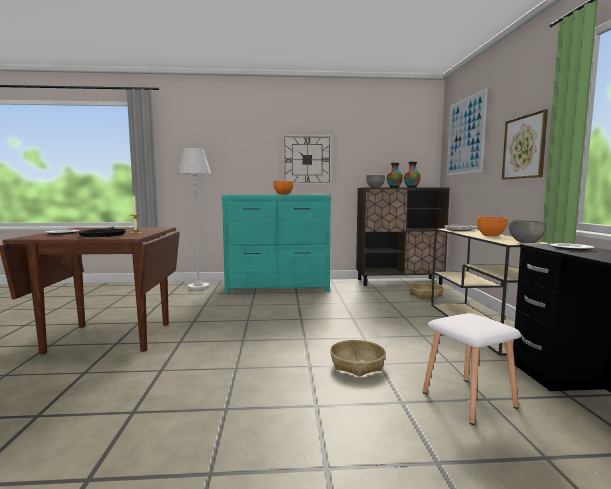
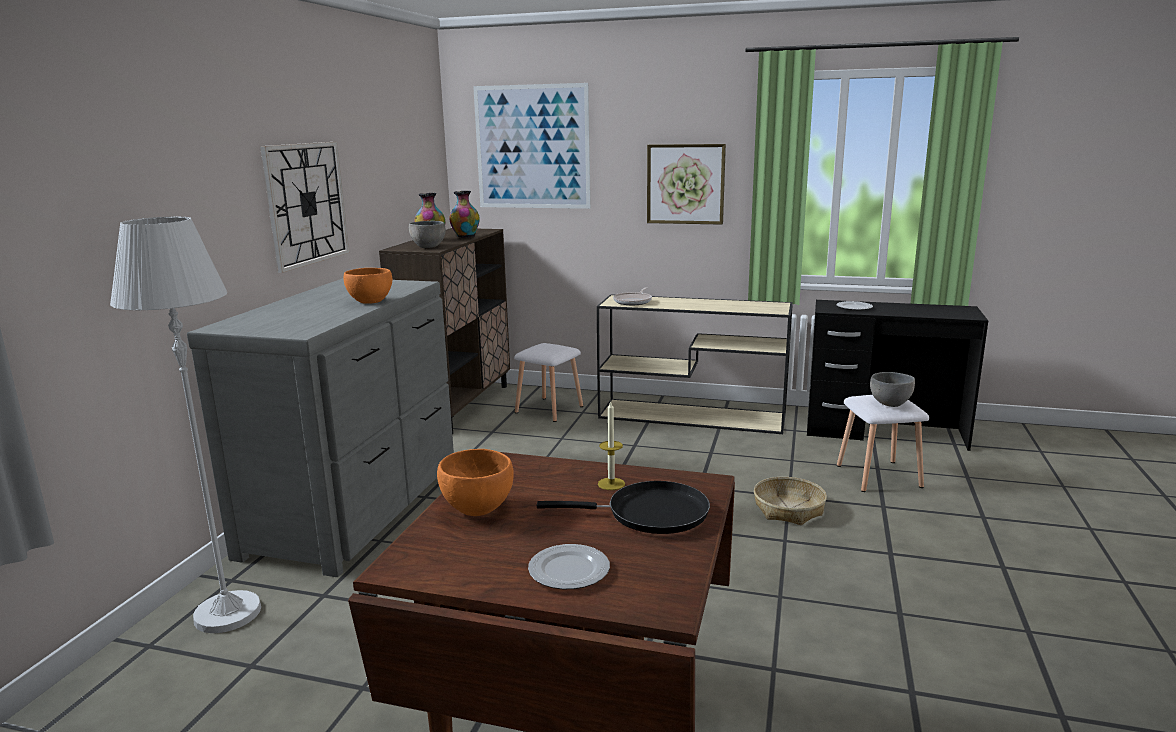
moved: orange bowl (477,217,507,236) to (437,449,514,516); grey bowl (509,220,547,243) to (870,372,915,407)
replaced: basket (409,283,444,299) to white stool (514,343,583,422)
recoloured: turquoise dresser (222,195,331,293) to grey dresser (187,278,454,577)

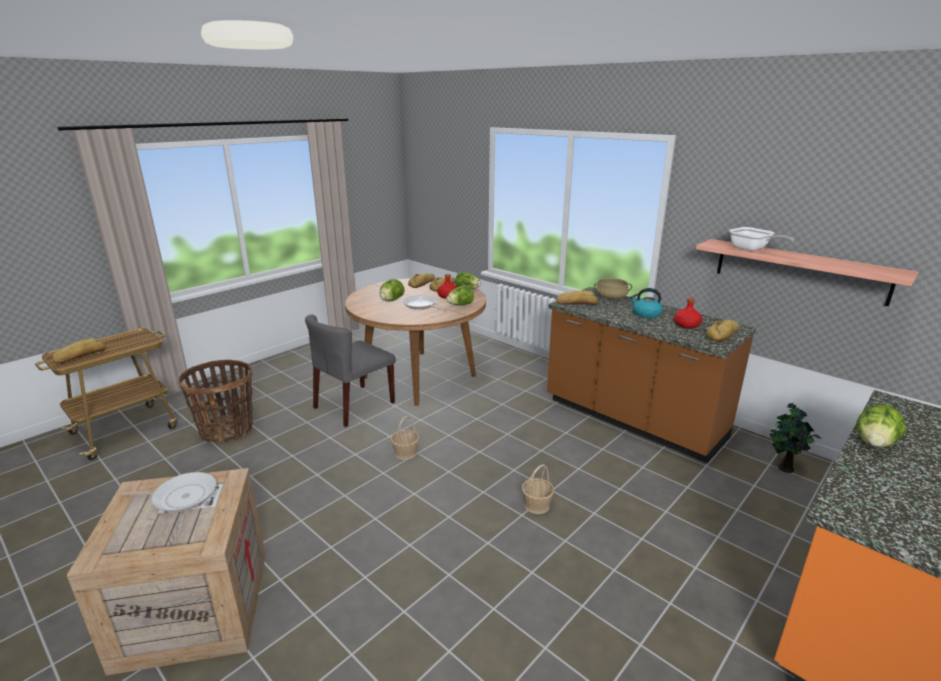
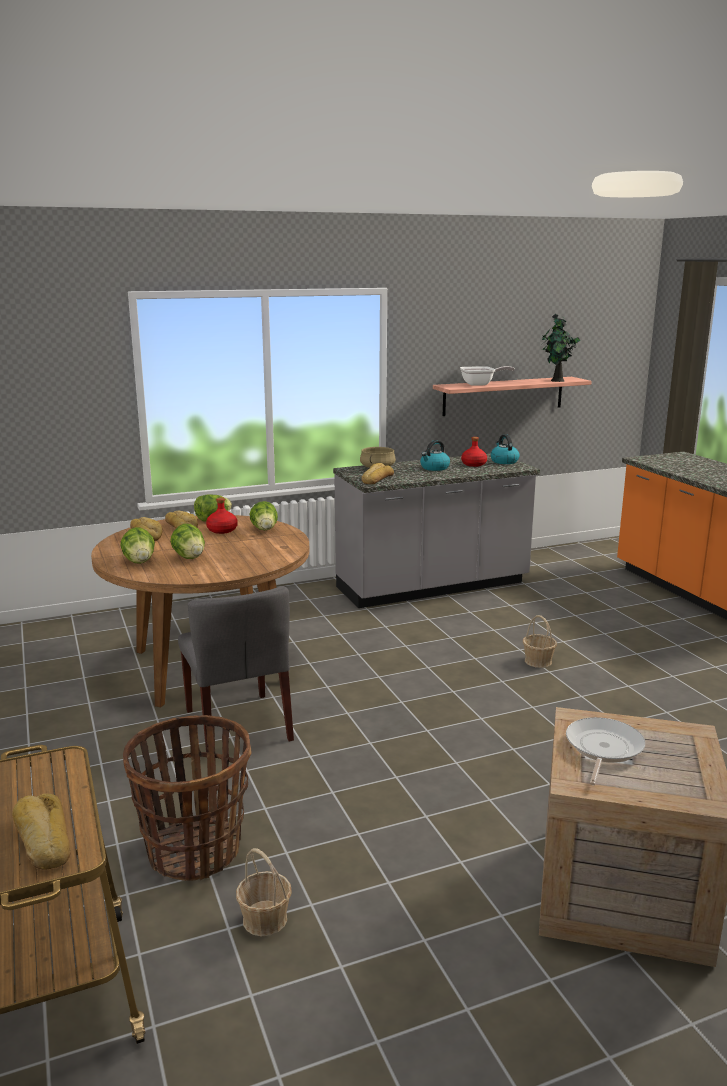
removed: frying pan (403,295,447,311)
moved: basket (391,416,419,460) to (236,848,292,937); potted plant (769,403,822,473) to (541,314,581,382); lettuce (856,404,906,448) to (120,527,155,564)
replaced: bread (706,320,739,342) to kettle (490,434,520,464)
recoloured: brown counter (547,287,756,463) to grey counter (333,453,540,608)

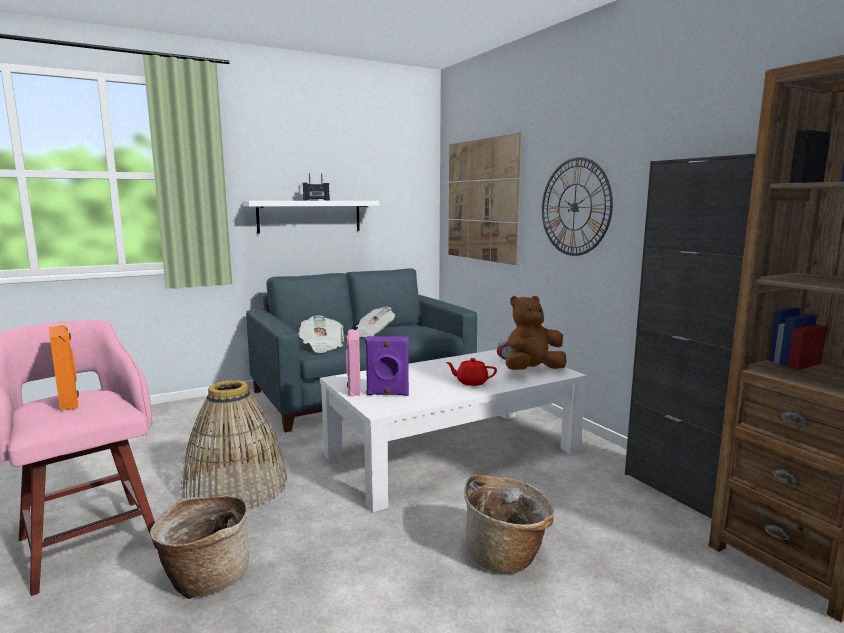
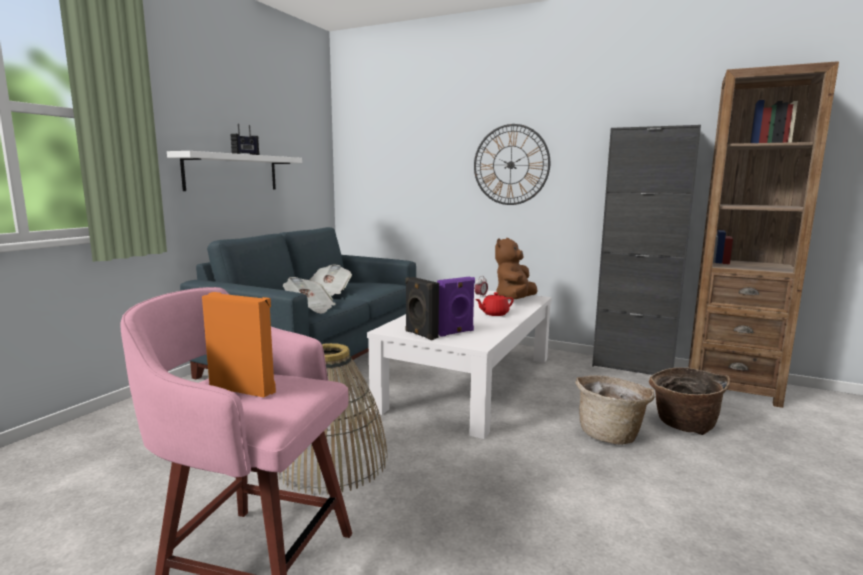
removed: picture (448,133,521,265)
moved: basket (150,496,249,599) to (649,367,730,435)
recoloured: pink speaker (346,329,360,397) to black speaker (405,277,439,340)

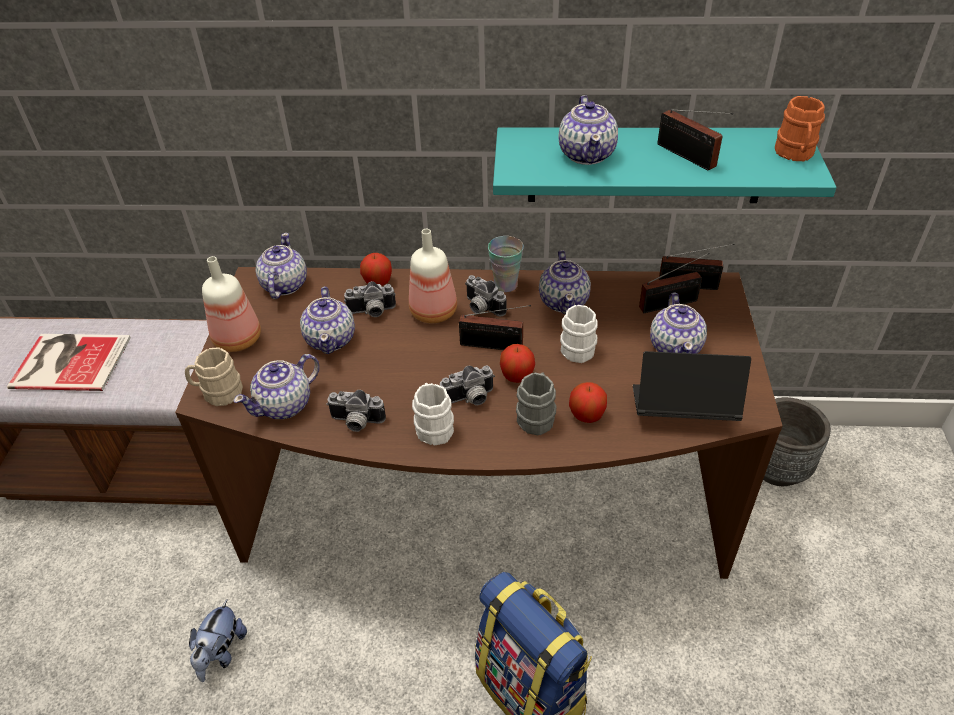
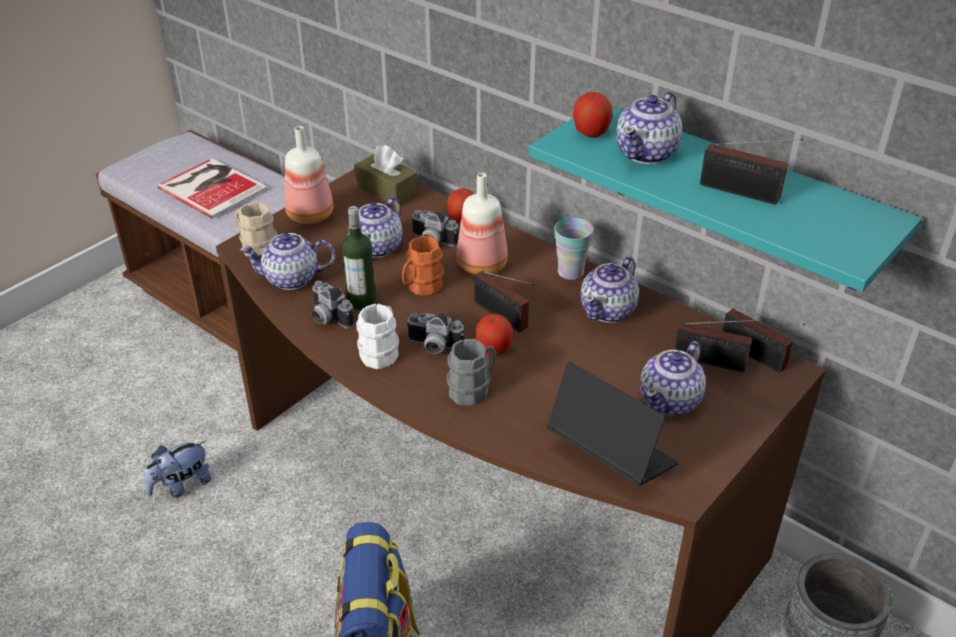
removed: photo camera (465,275,506,316); white mug (560,305,598,363)
added: bottle (341,206,376,311)
moved: apple (569,382,607,423) to (573,92,613,137); orange mug (775,96,825,161) to (402,236,444,296)
replaced: teapot (256,233,307,299) to brown tissue box (354,145,418,206)
turned: radio (657,110,733,171) = (700,139,804,205) 60 degrees counterclockwise

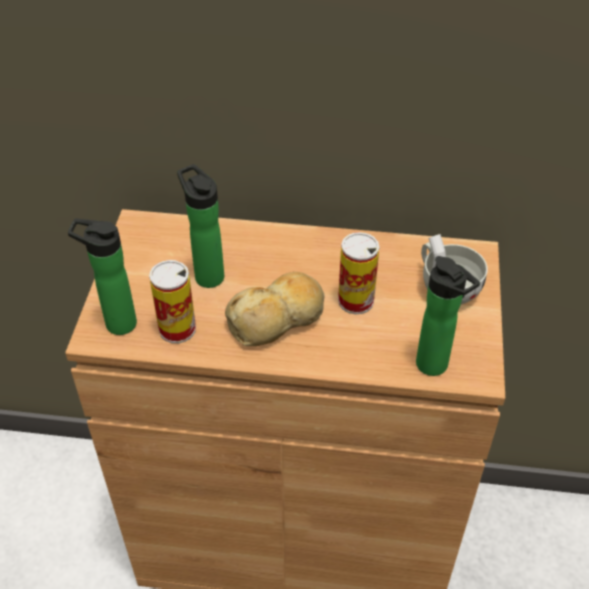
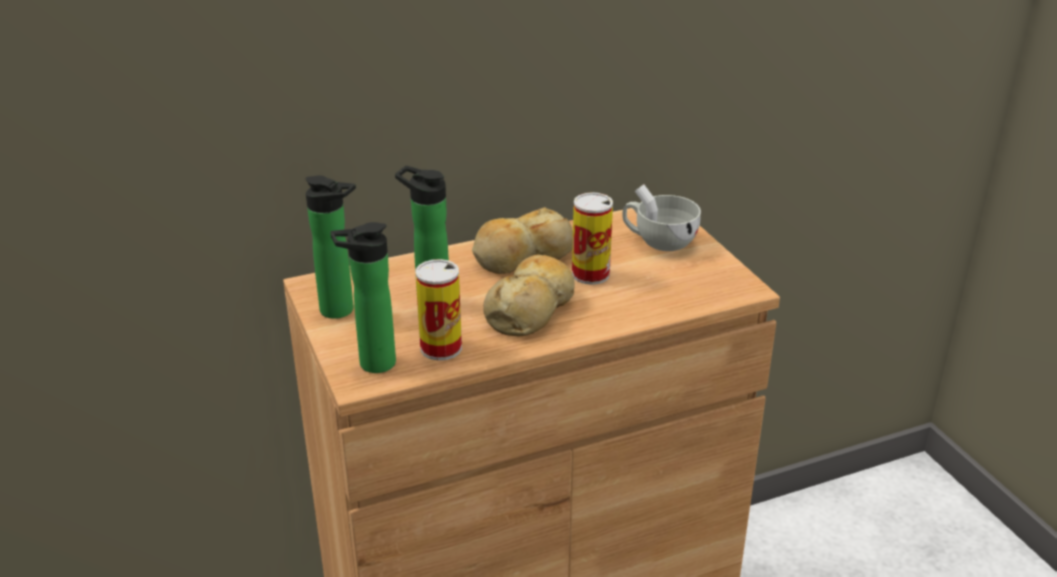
added: bread (472,207,573,274)
moved: bottle (416,256,480,376) to (306,176,356,319)

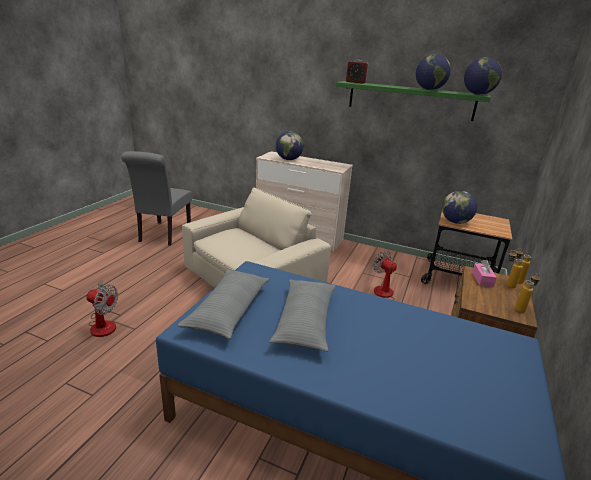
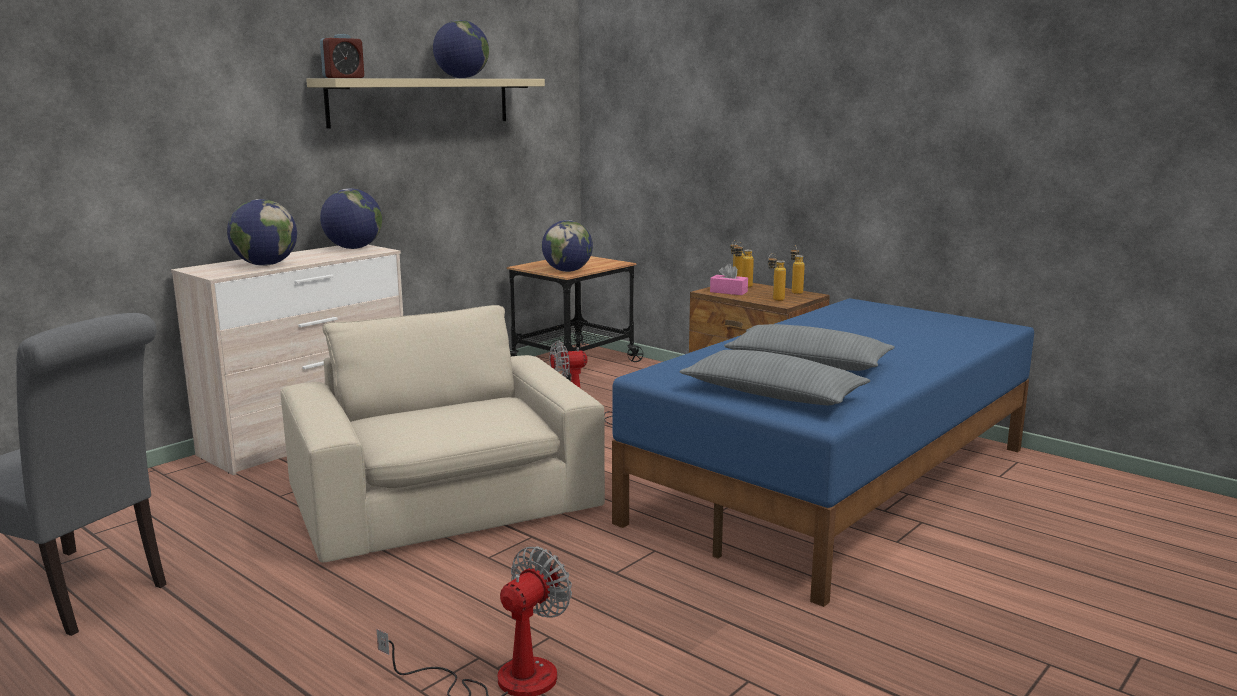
added: bottle (768,254,786,301)
moved: globe (464,57,502,95) to (320,188,382,249)
recoloured: green shelf (336,81,491,121) to beige shelf (306,78,545,129)

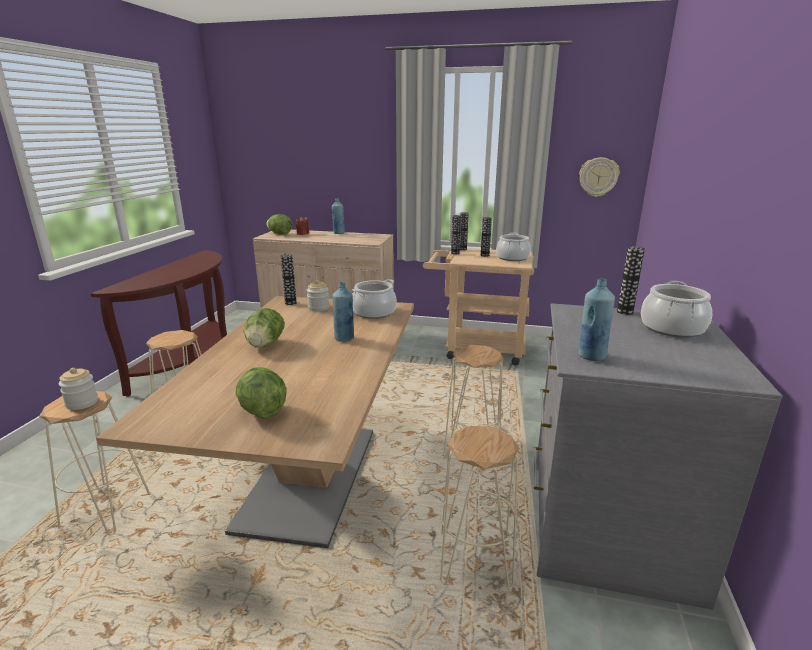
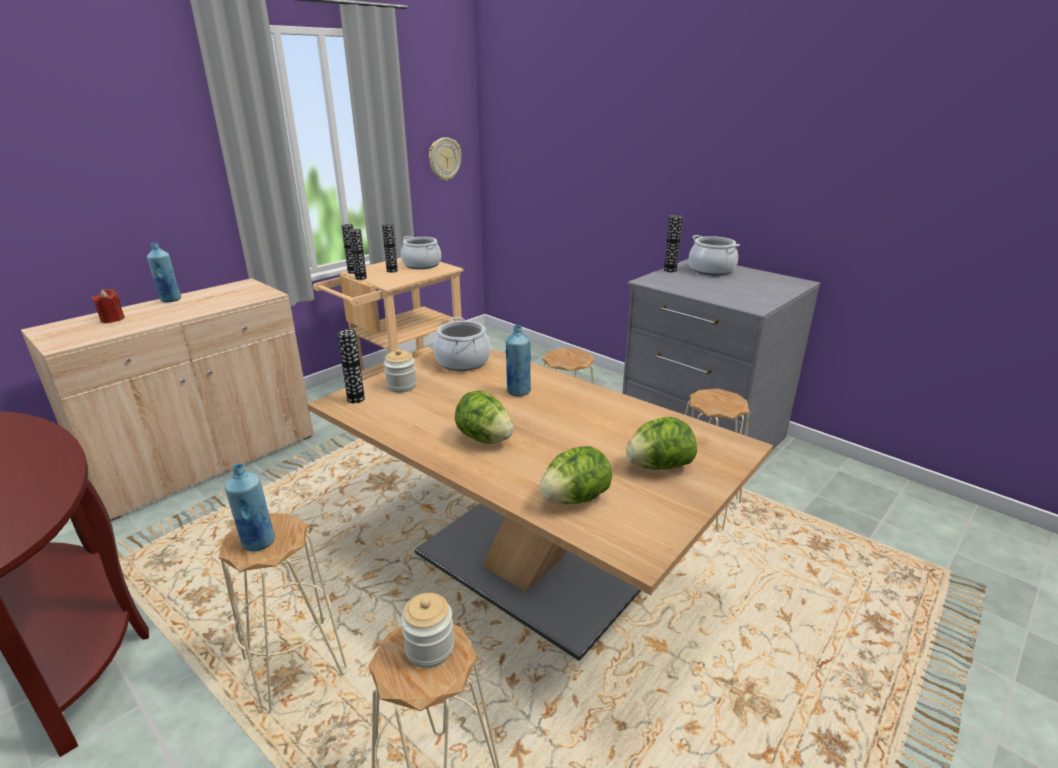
moved: lettuce (266,214,292,234) to (540,446,612,504); blue bottle (578,278,615,361) to (225,463,275,552)

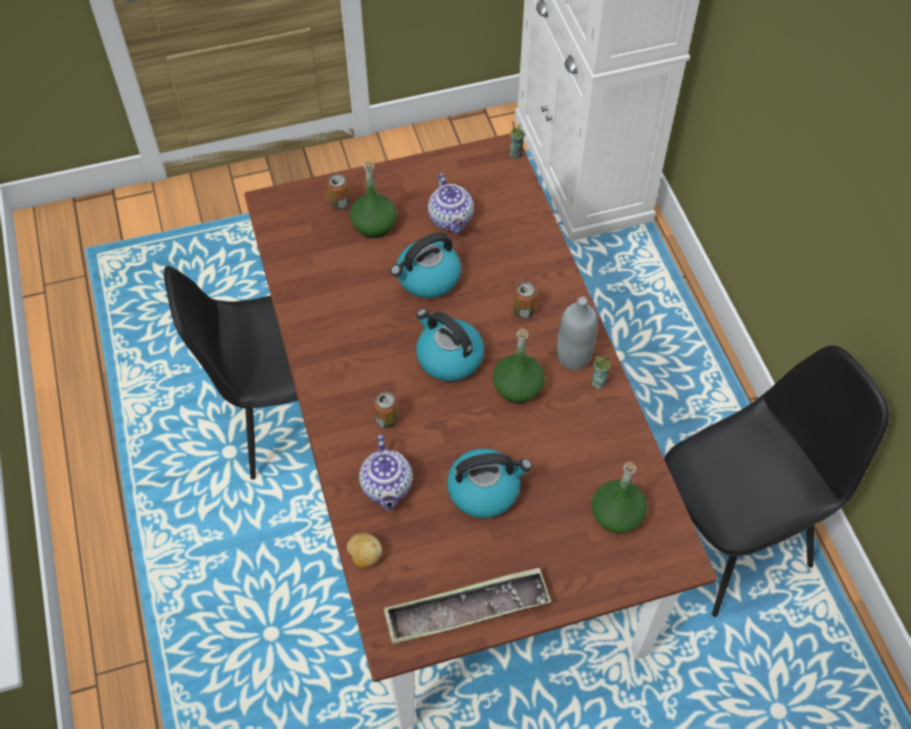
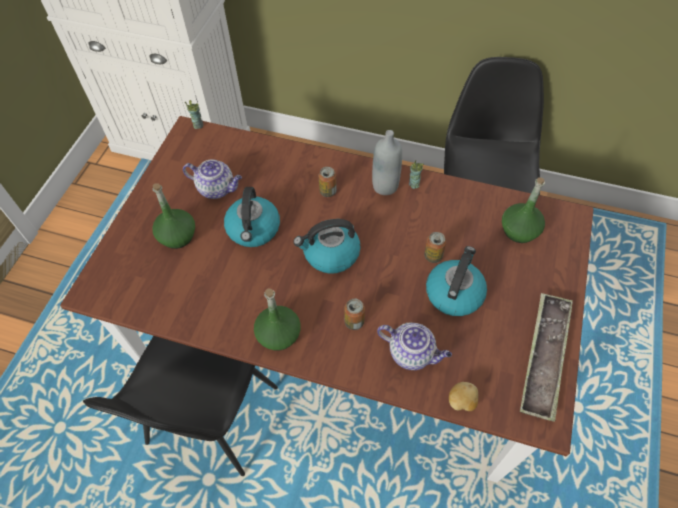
moved: can (327,174,350,210) to (424,232,446,263); green bottle (493,328,545,403) to (254,288,301,351)

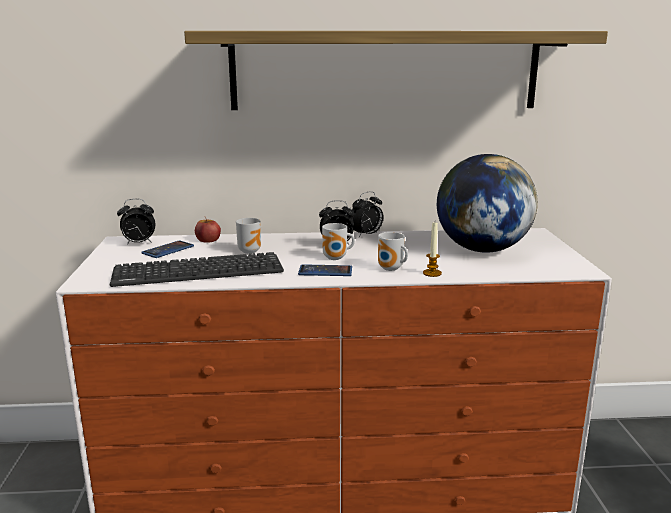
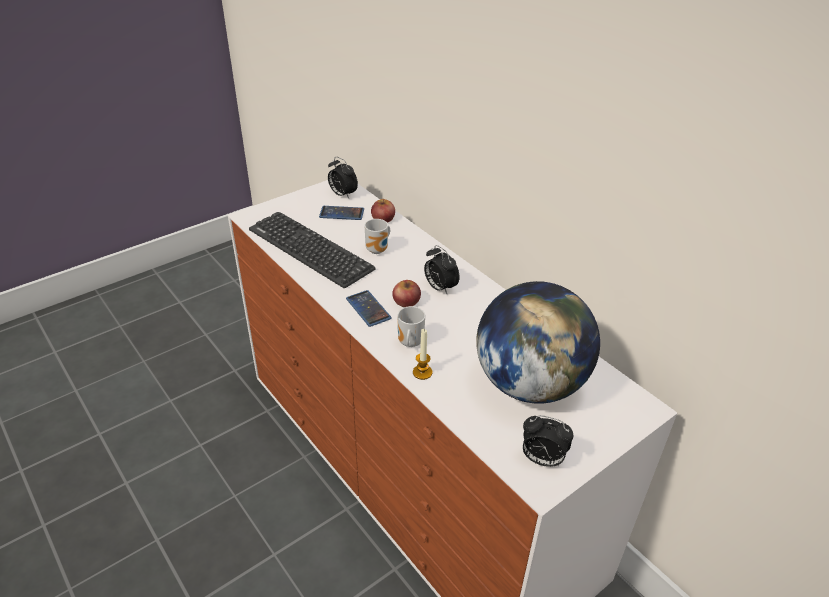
removed: shelf (184,31,608,110)
moved: alarm clock (350,191,383,237) to (523,415,573,467)
replaced: mug (322,223,355,260) to apple (392,280,421,307)

